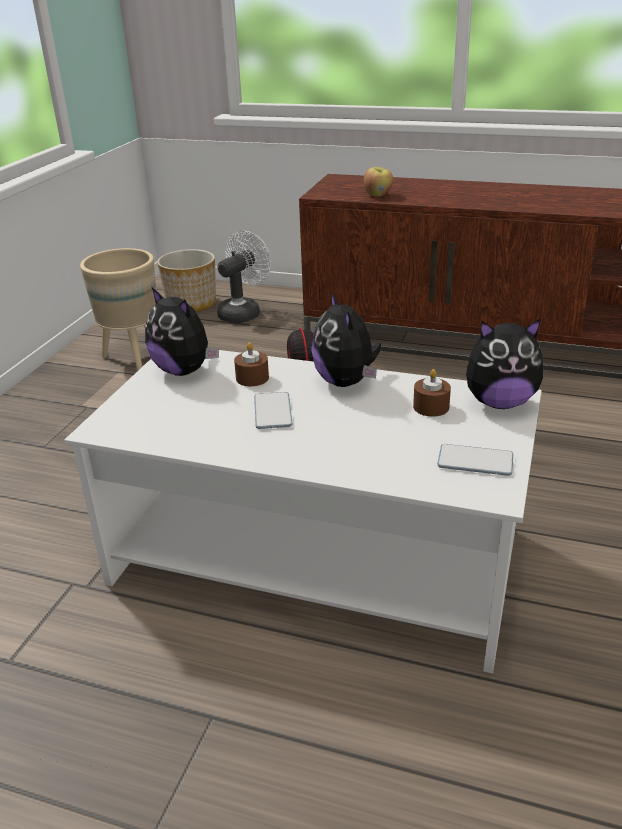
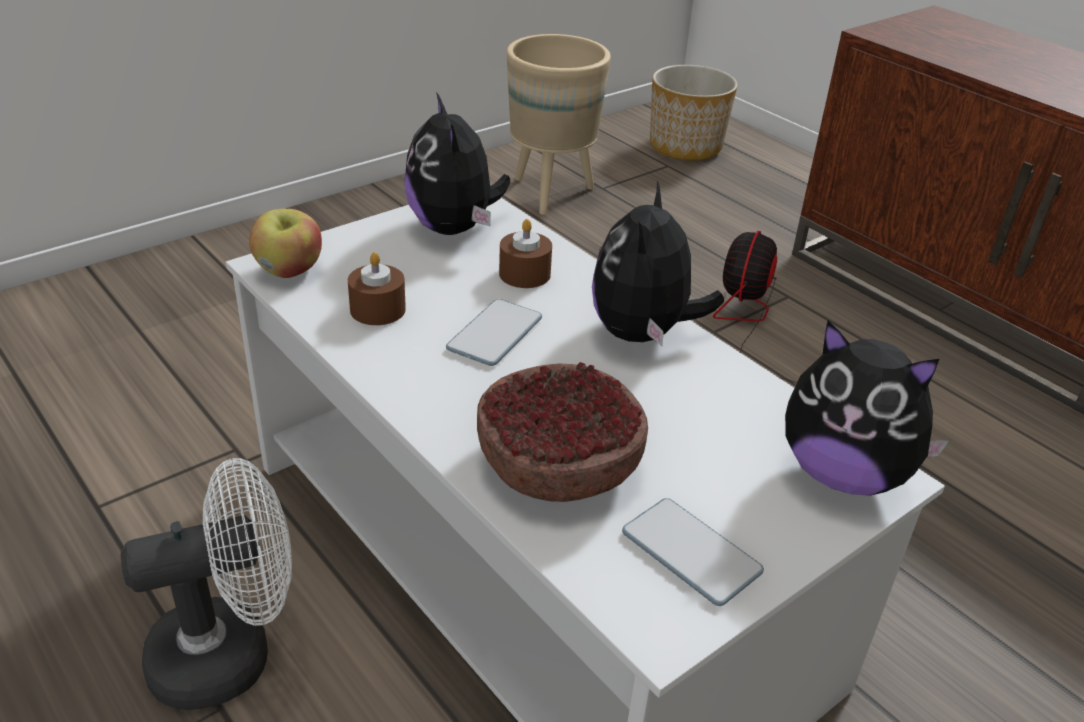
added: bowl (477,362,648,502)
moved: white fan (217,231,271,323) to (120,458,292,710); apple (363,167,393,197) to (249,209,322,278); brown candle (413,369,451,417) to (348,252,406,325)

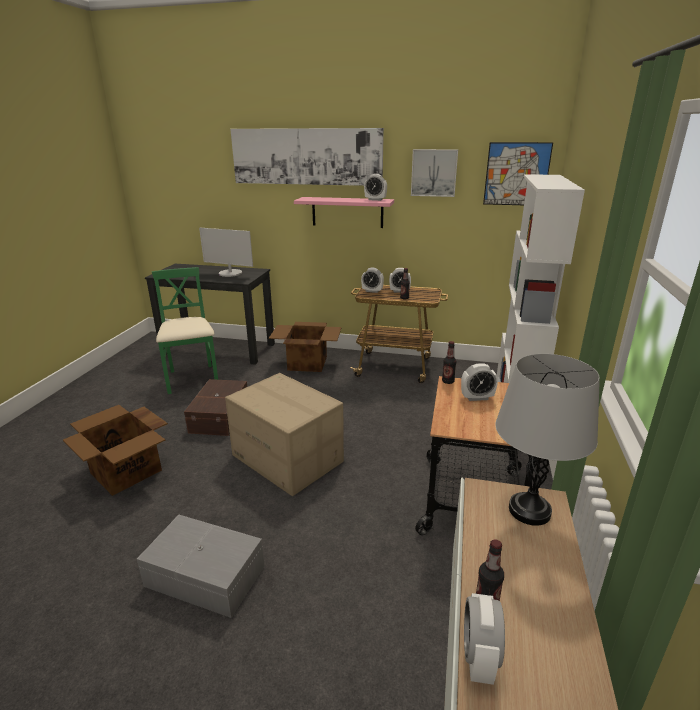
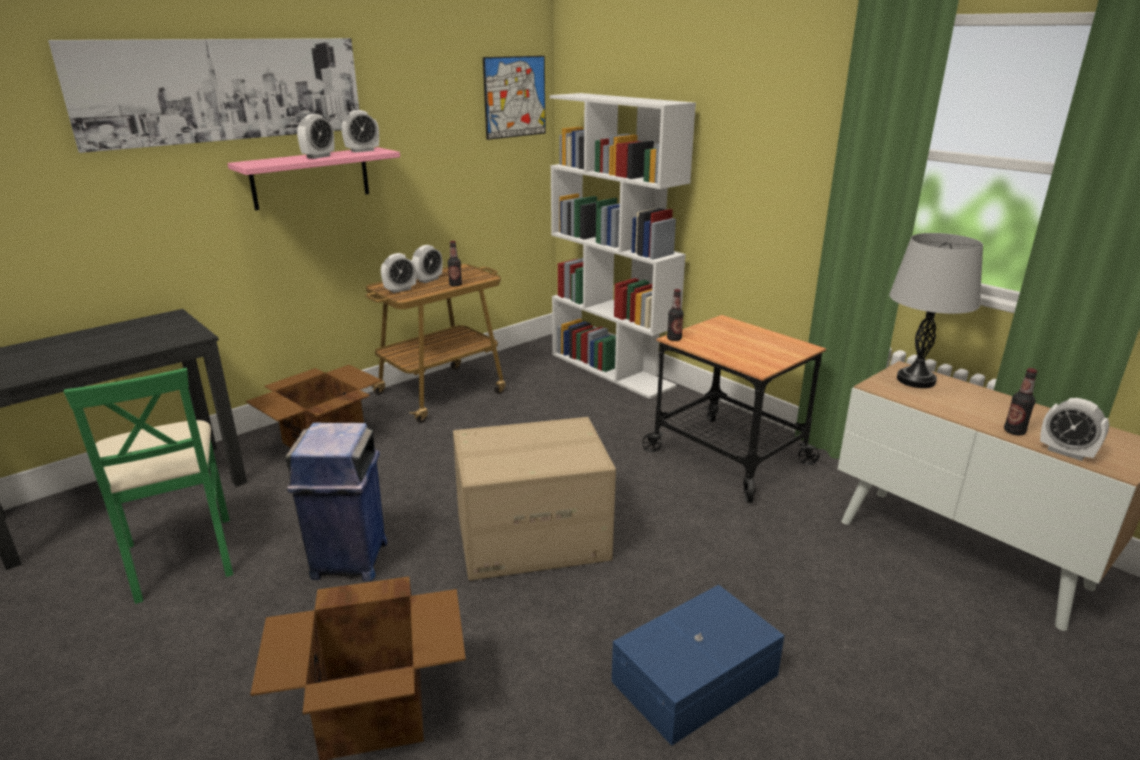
removed: monitor (199,228,253,277); picture (411,149,458,197)
moved: alarm clock (461,363,498,401) to (297,114,334,159)
replaced: brown storage box (184,379,247,436) to blue trash can (285,422,387,581)
recoloured: grey storage box (137,515,265,618) to blue storage box (612,585,784,746)
turned: green chair (152,267,218,394) = (64,368,233,604) 135 degrees counterclockwise

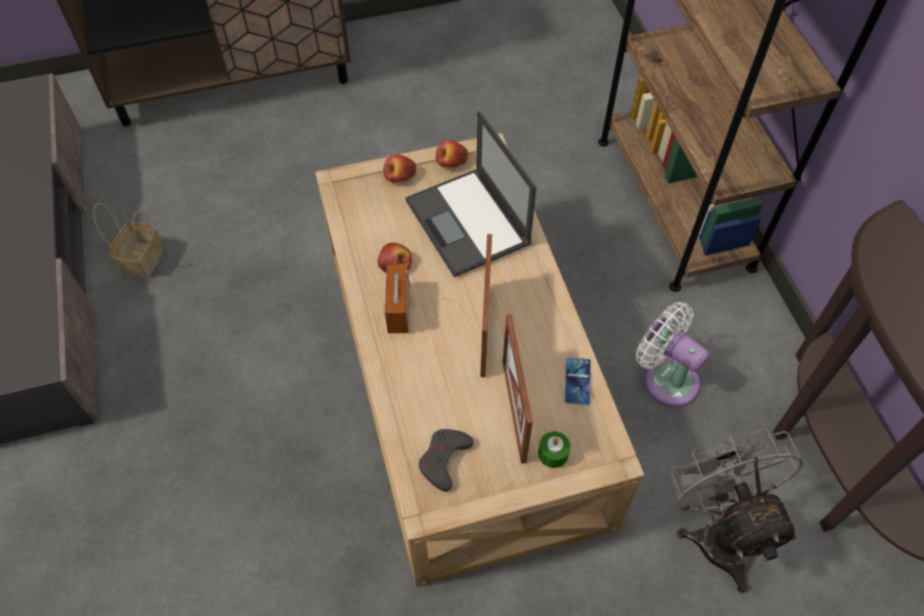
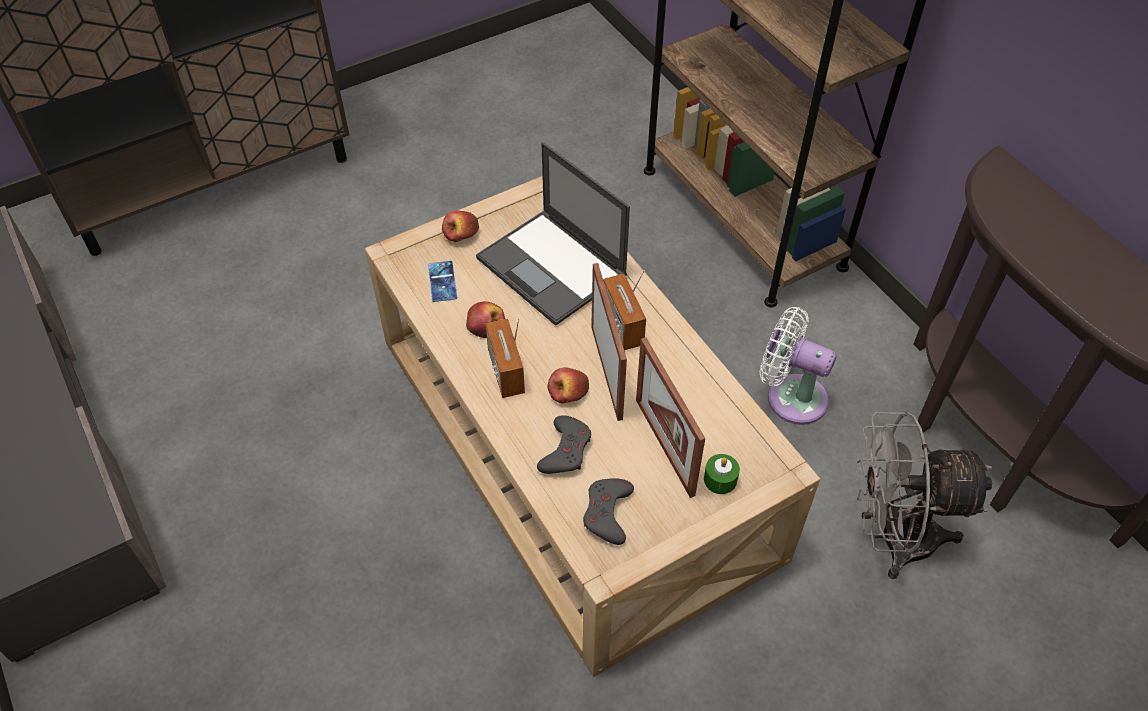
removed: basket (93,203,164,279)
added: grey game controller (537,415,591,474); radio (603,270,646,350)
moved: apple (436,140,468,167) to (547,367,589,404); phone (565,357,591,405) to (428,261,457,302)
turned: grey fan (671,427,804,593) = (857,412,993,579) 60 degrees counterclockwise

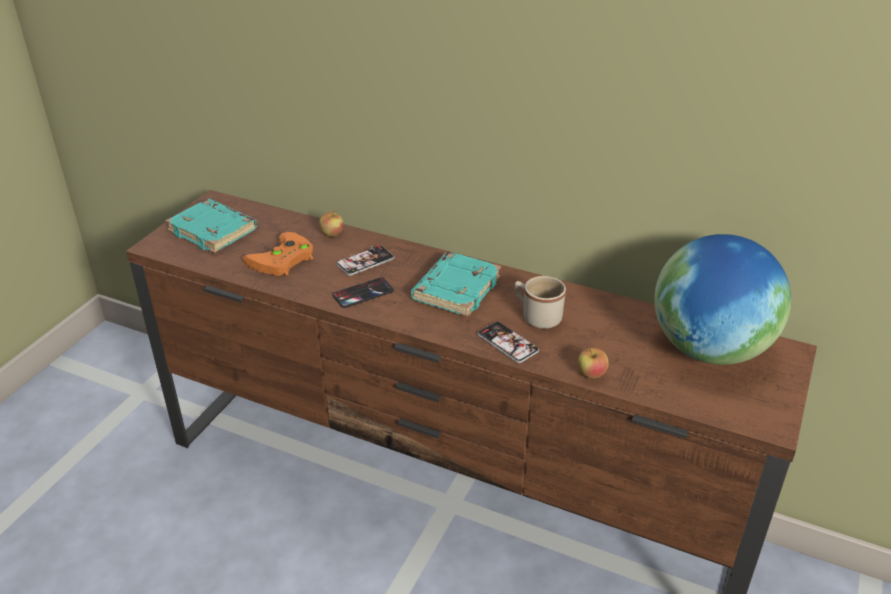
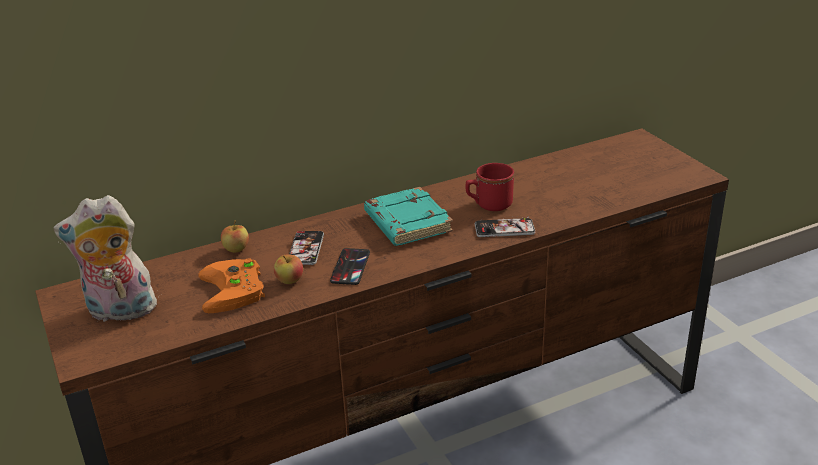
removed: globe (654,234,791,365)
moved: apple (578,348,609,378) to (274,254,303,284)
replaced: turquoise book (165,199,257,253) to plush toy (53,195,162,322)
recoloured: beige mug (514,276,566,329) to red mug (465,163,514,211)

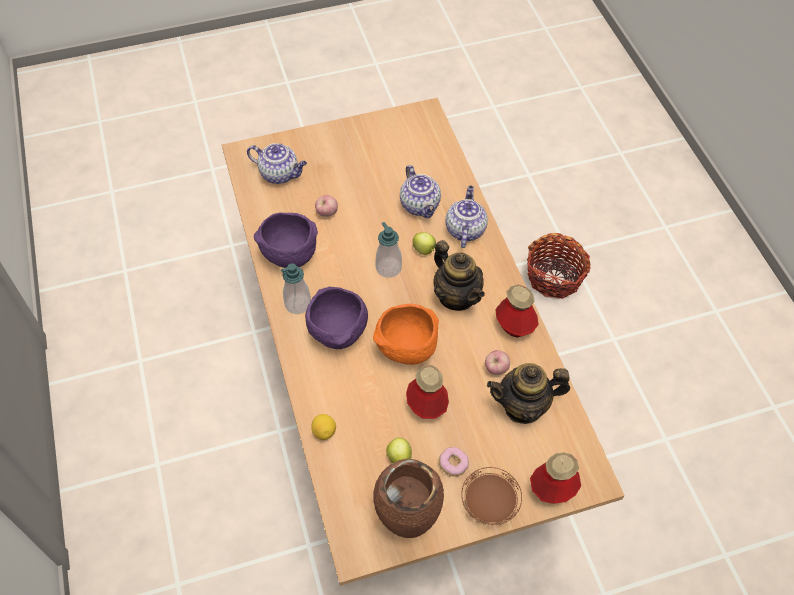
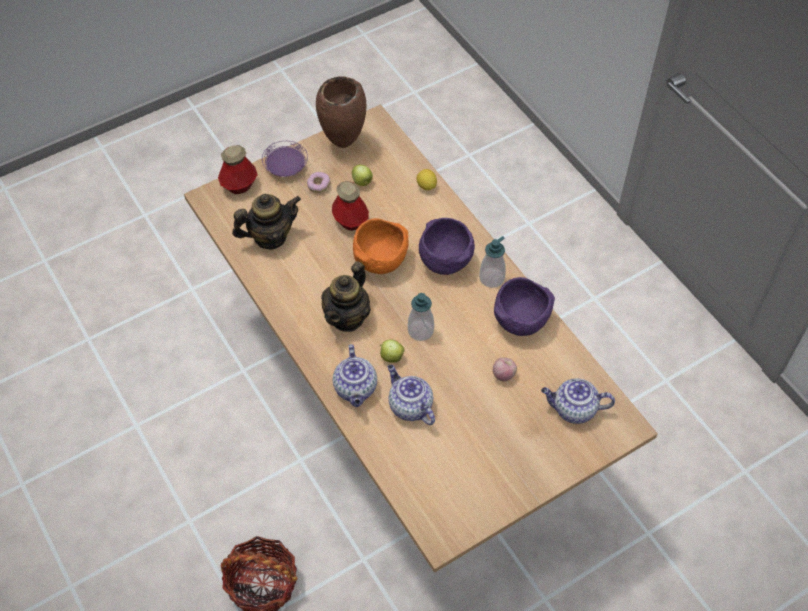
removed: apple (485,350,510,375); bottle (495,285,539,338)
recoloured: brown plate (461,467,522,525) to purple plate (262,141,308,177)
turned: teapot (433,240,485,311) = (321,261,371,332) 105 degrees counterclockwise

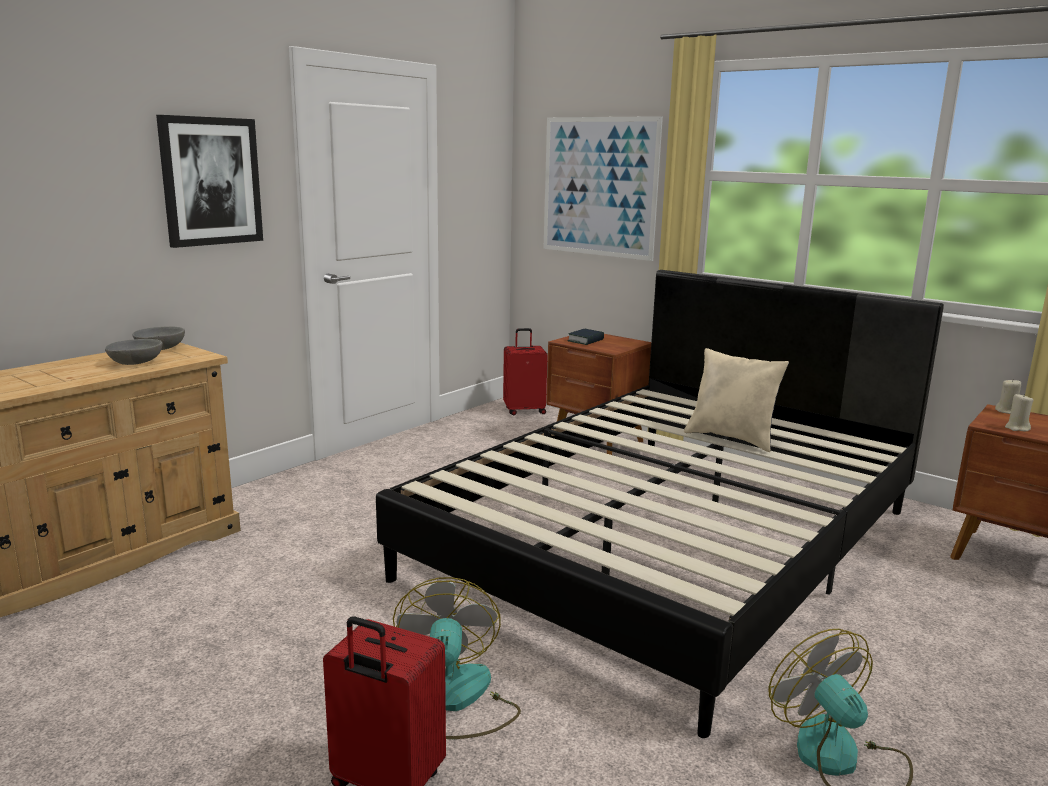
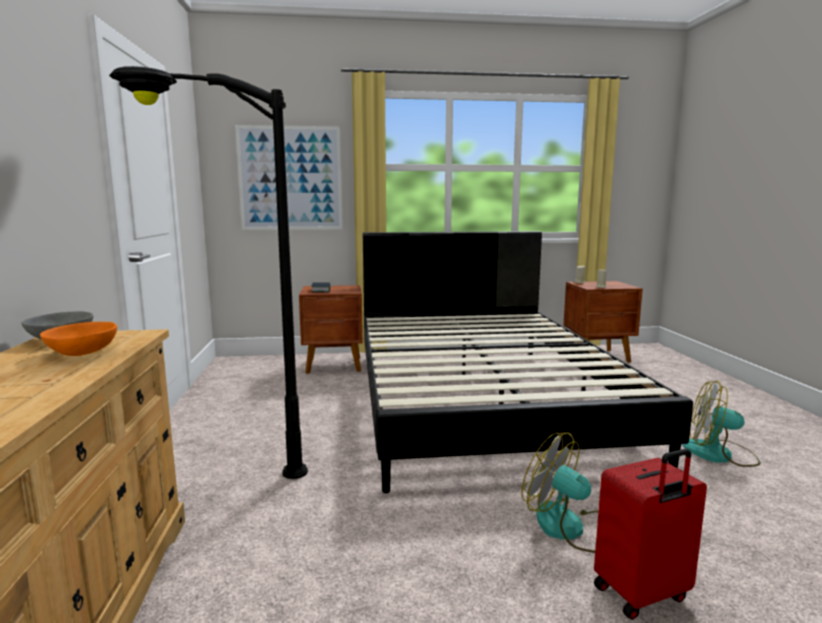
removed: picture (156,115,263,248); red suitcase (503,328,548,415); beige pillow (684,348,789,452)
added: black floor lamp (109,66,308,479)
recoloured: grey bowl (105,339,163,365) to orange bowl (40,322,117,356)

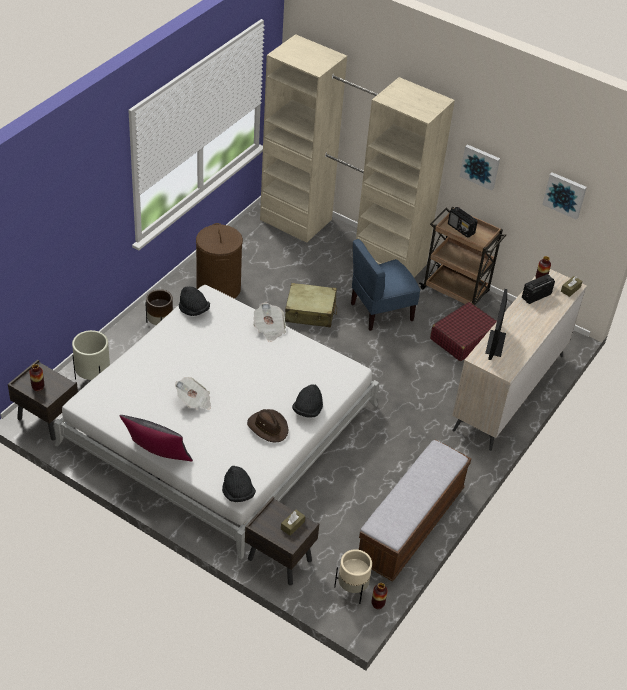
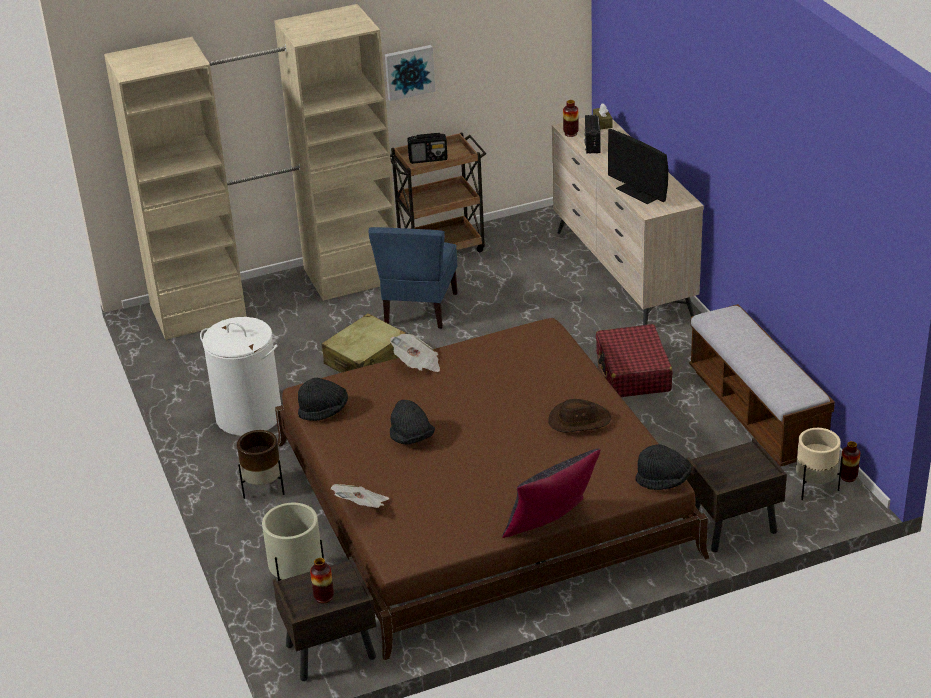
removed: brown tissue box (281,510,305,536); picture (542,172,587,220)
moved: newspaper (175,377,211,409) to (331,484,389,508); black hat (292,385,323,418) to (390,400,435,444); red suitcase (430,302,497,361) to (596,324,673,397)
recoloured: white bed (54,285,379,560) to brown bed (275,318,710,660); brown laundry basket (196,223,243,299) to white laundry basket (200,317,281,436)

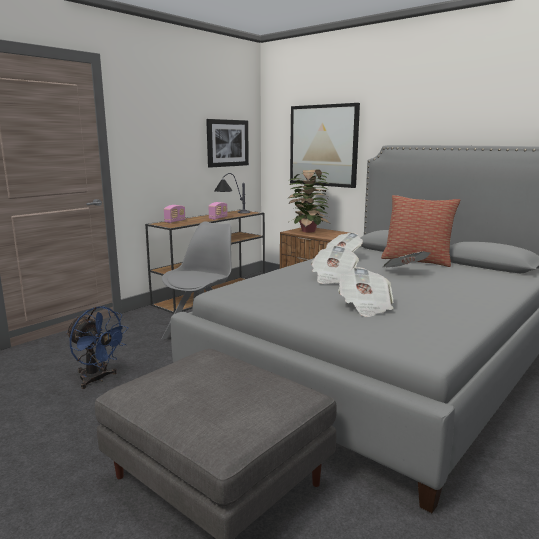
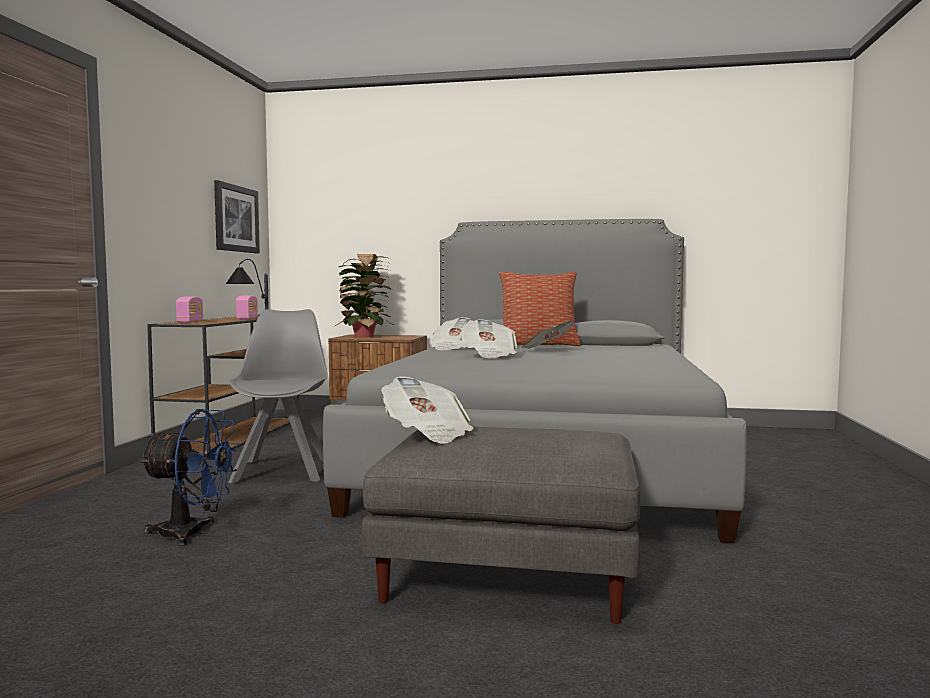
removed: picture (290,103,360,188)
moved: newspaper (338,267,393,317) to (381,376,474,444)

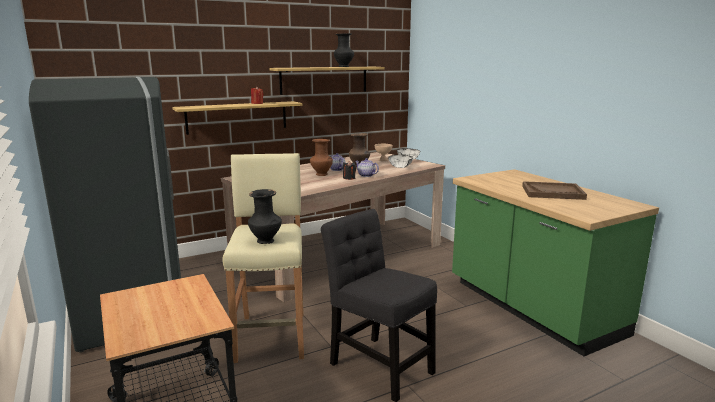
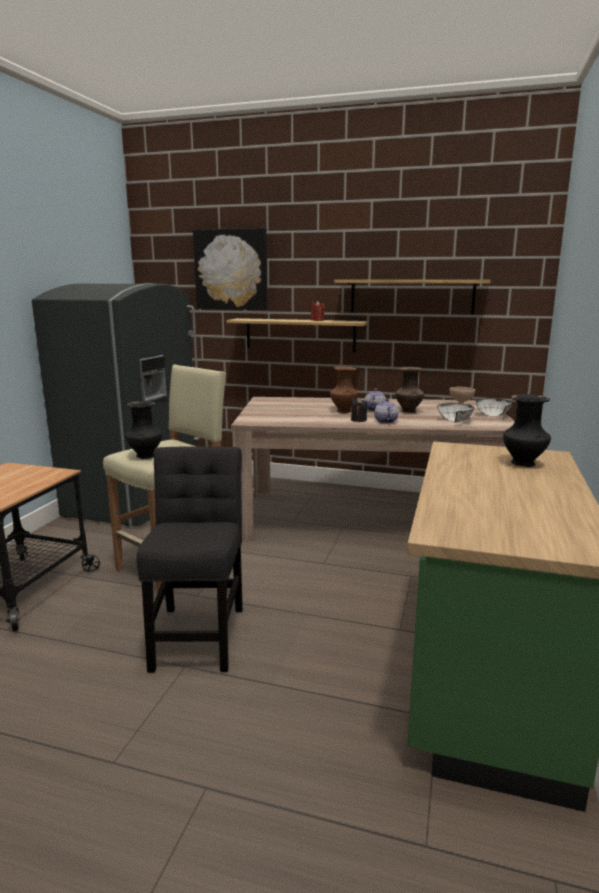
removed: brown tray (522,181,587,200)
added: picture (193,228,268,310)
moved: black vase (334,33,354,67) to (503,394,551,467)

